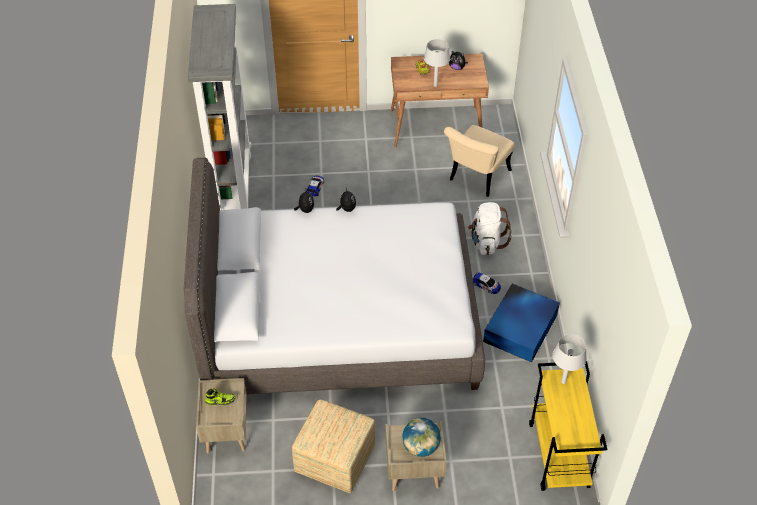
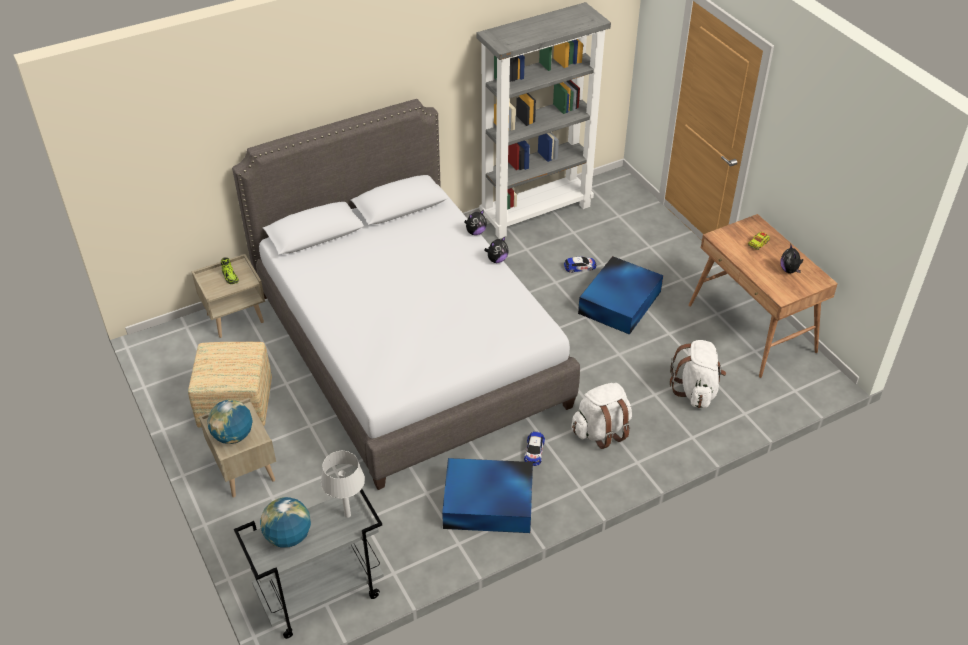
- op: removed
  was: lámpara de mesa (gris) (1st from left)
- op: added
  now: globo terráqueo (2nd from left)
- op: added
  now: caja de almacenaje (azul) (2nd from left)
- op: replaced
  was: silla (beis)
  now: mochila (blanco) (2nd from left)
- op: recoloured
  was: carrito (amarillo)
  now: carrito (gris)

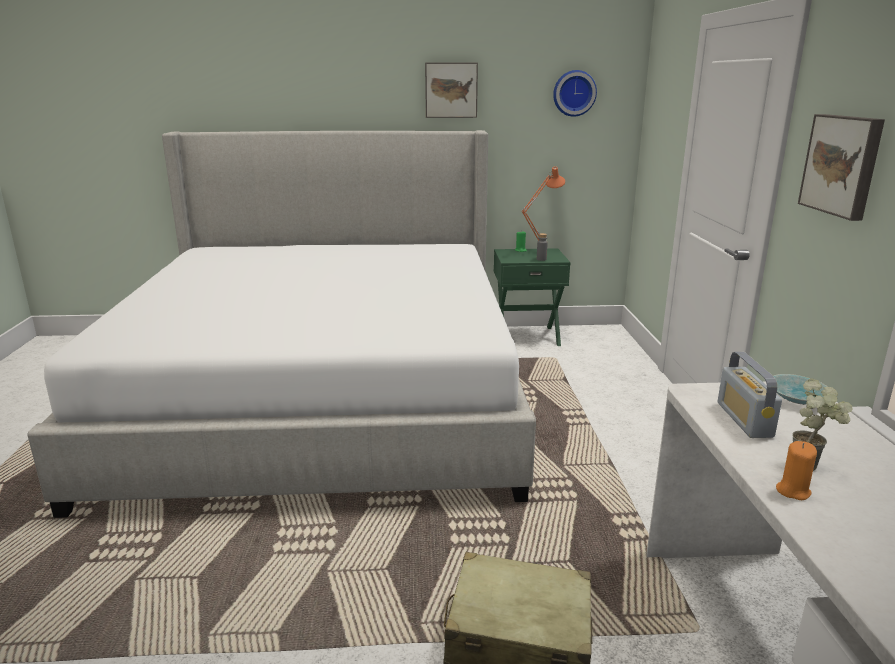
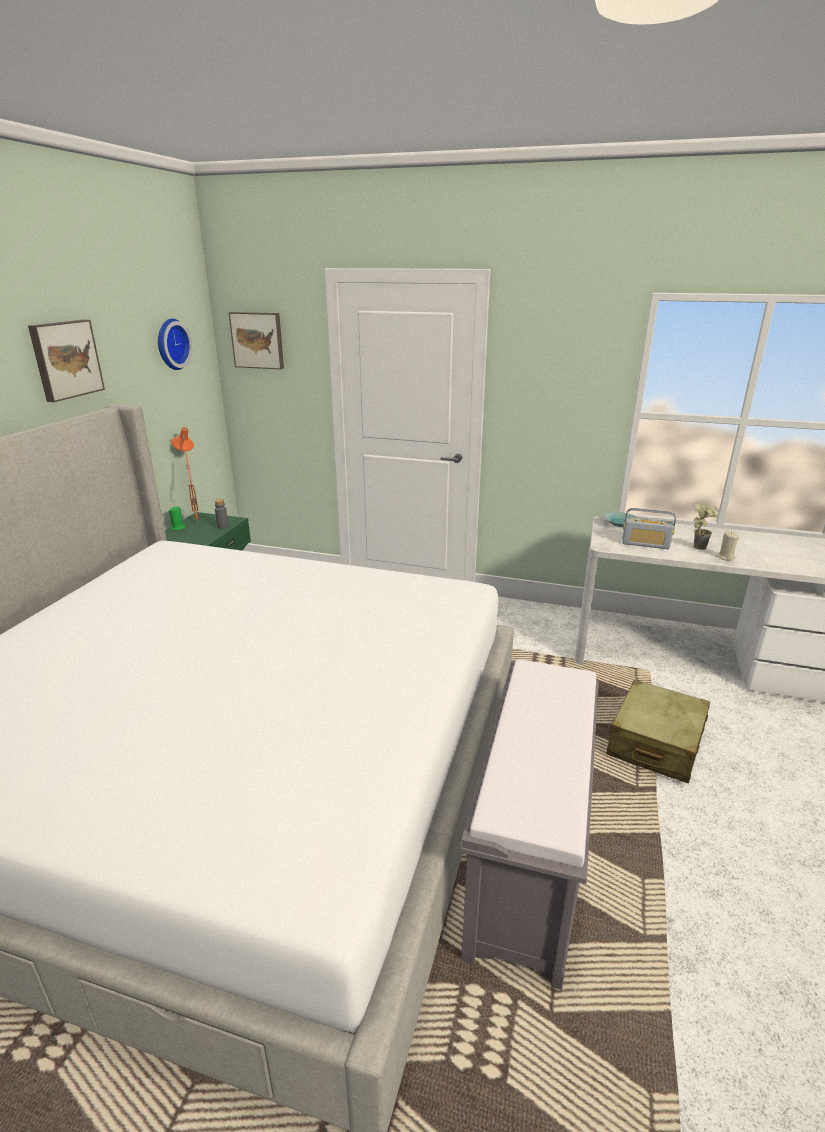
- op: added
  now: banco (gris)
- op: moved
  was: cuadro (2nd from left)
- op: recoloured
  was: vela (naranja)
  now: vela (beis)

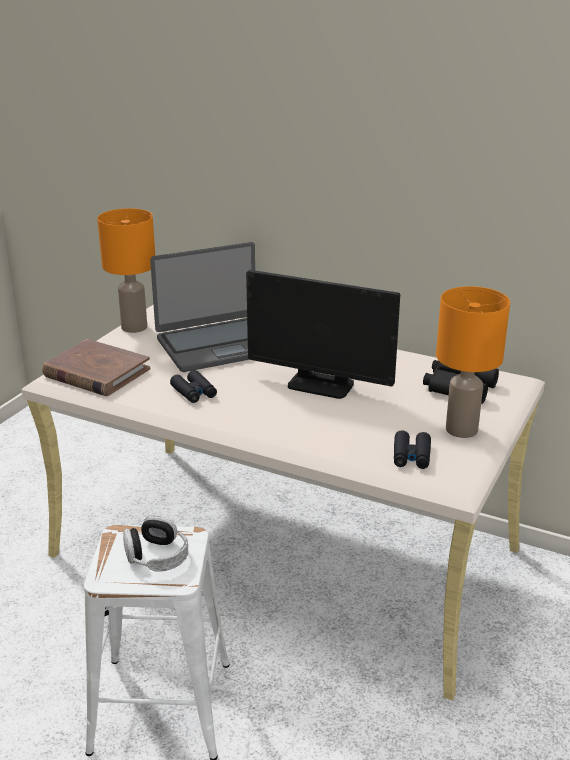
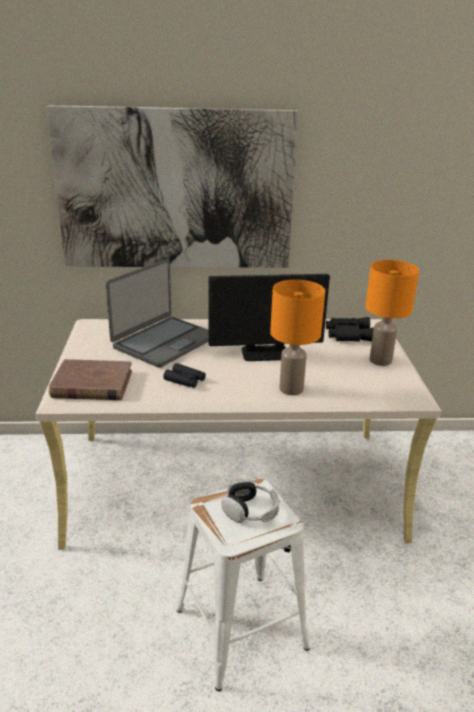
- op: removed
  was: prismáticos (negro) (2nd from left)
- op: added
  now: cuadro
- op: moved
  was: lámpara de mesa (naranja) (1st from left)

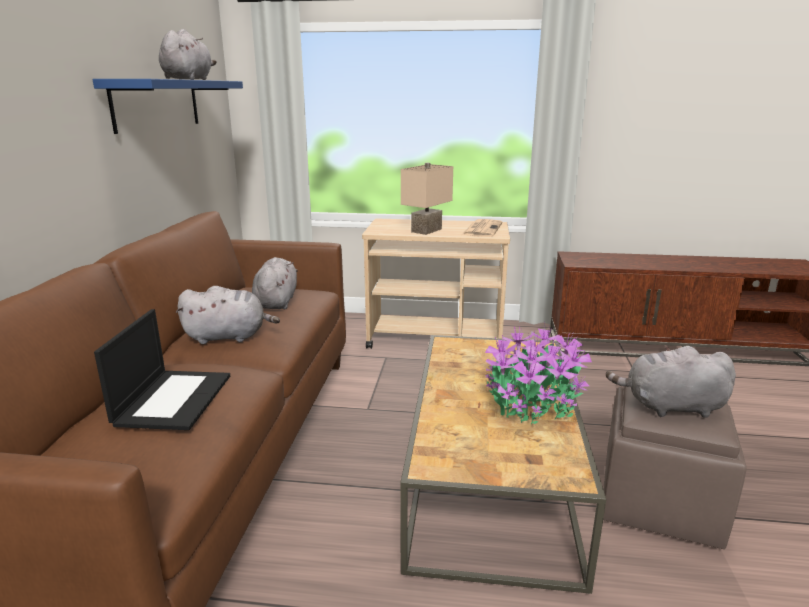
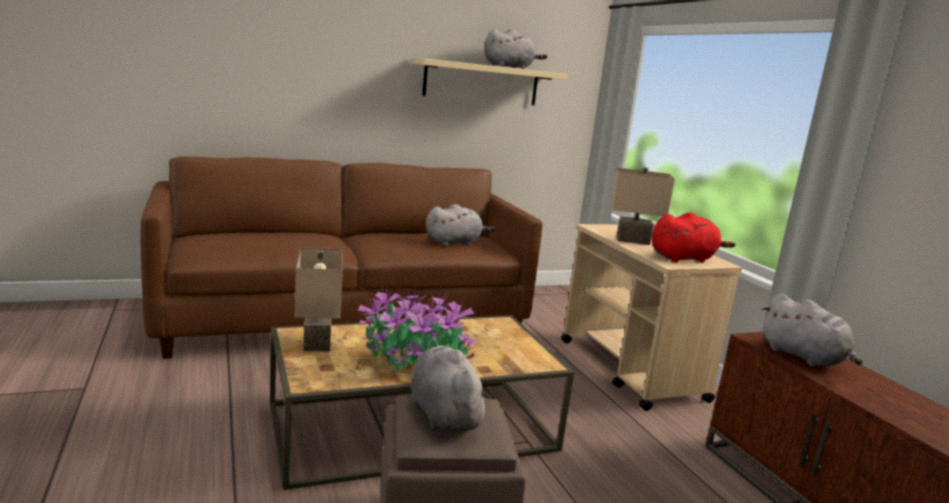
- op: removed
  was: portátil
- op: added
  now: lámpara de mesa (beis) (1st from left)
- op: moved
  was: peluche (gris) (2nd from left in the first image)
  now: peluche (gris) (4th from left)
- op: replaced
  was: periódico
  now: peluche (rojo)
- op: recoloured
  was: estante (azul)
  now: estante (beis)

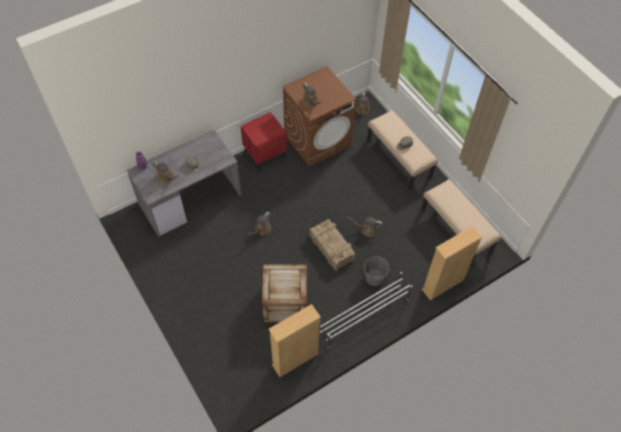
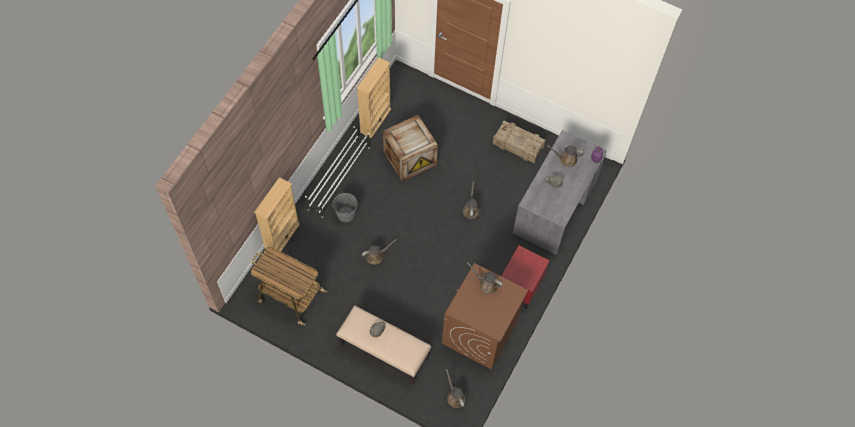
- op: moved
  was: caja de embalaje (2nd from left)
- op: replaced
  was: banco (beis) (2nd from left)
  now: carrito

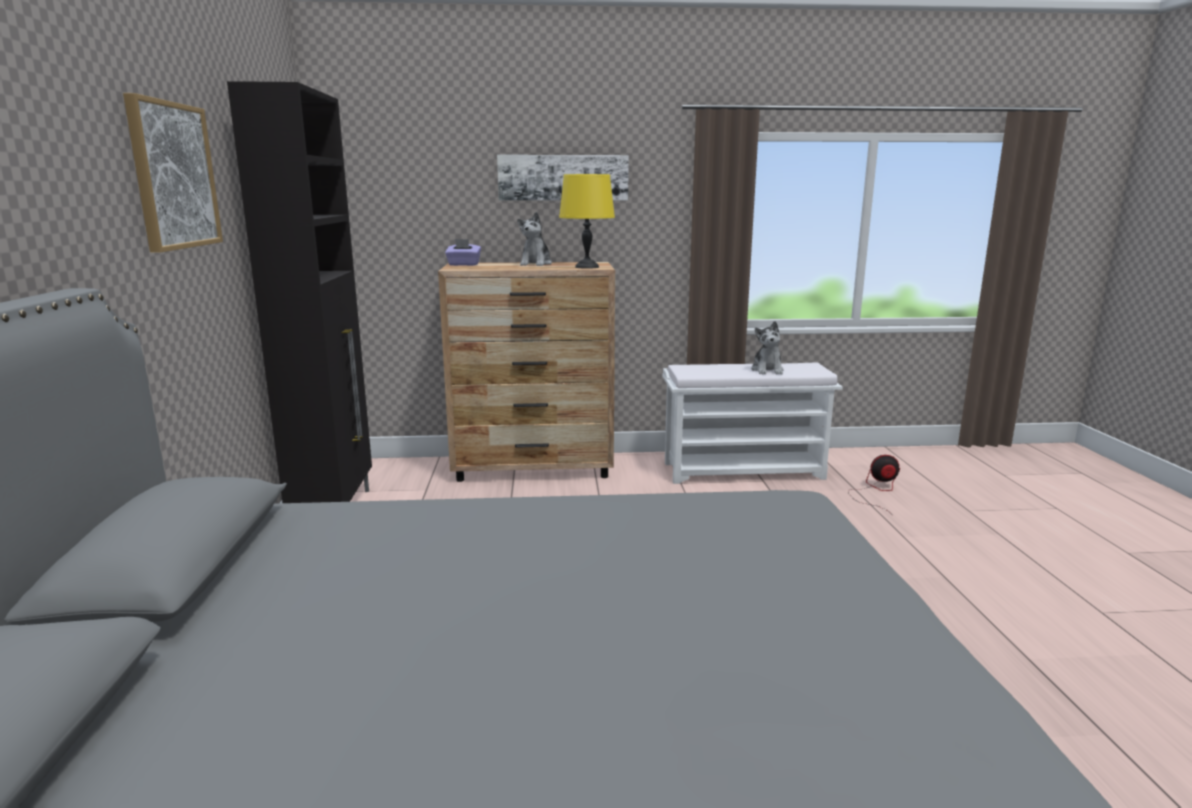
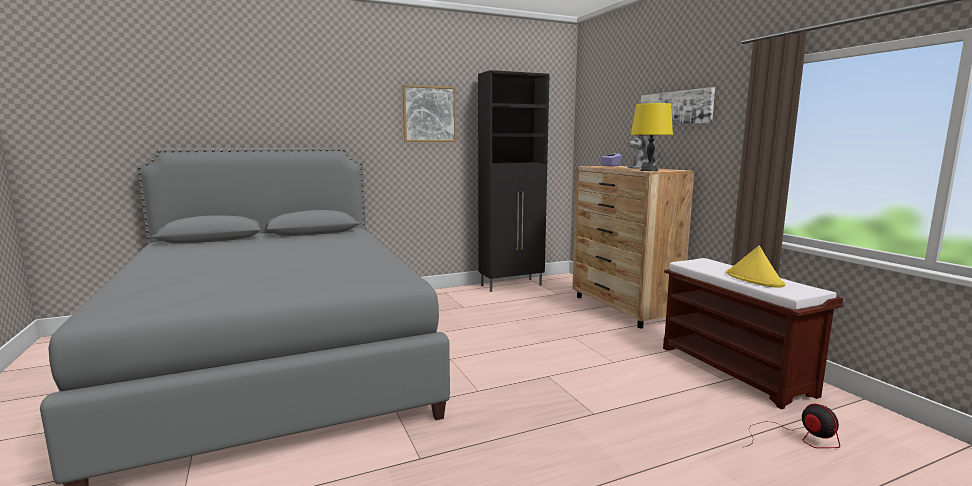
- op: replaced
  was: peluche (2nd from left)
  now: sombrero (amarillo)
- op: recoloured
  was: banco (blanco)
  now: banco (marrón)

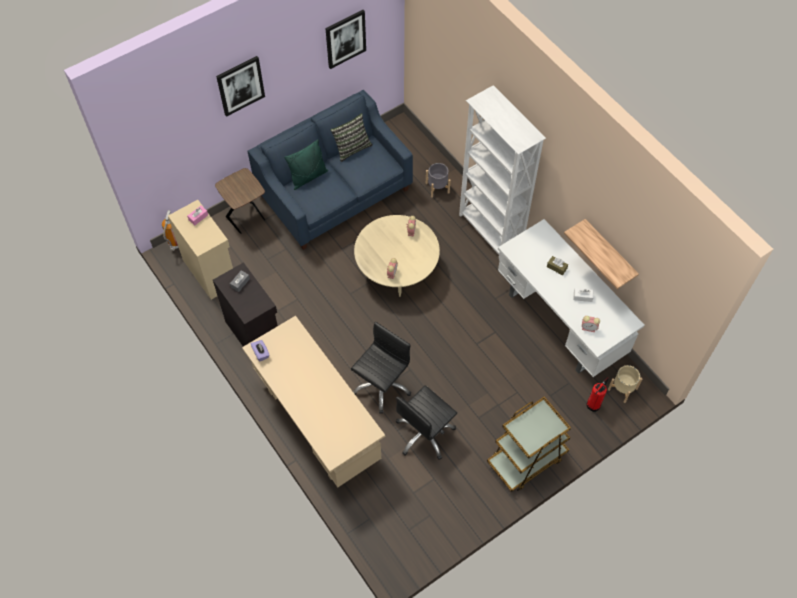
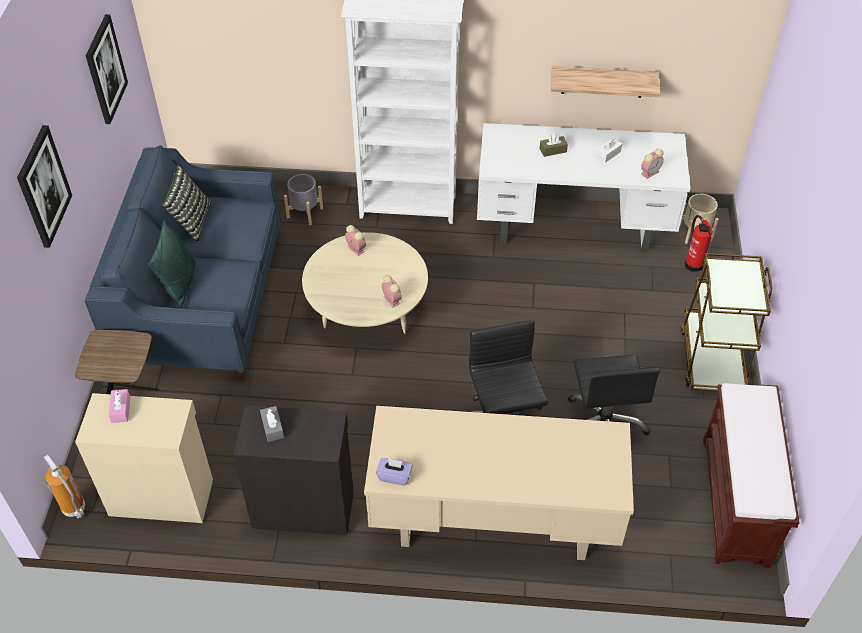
- op: added
  now: banco (marrón)

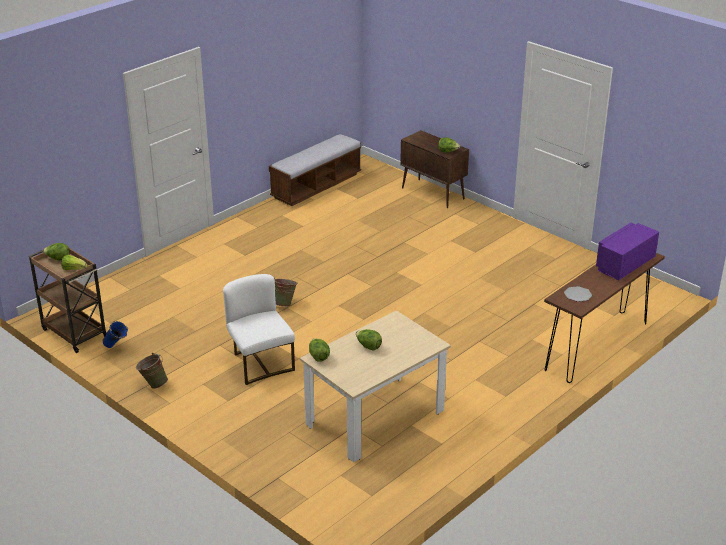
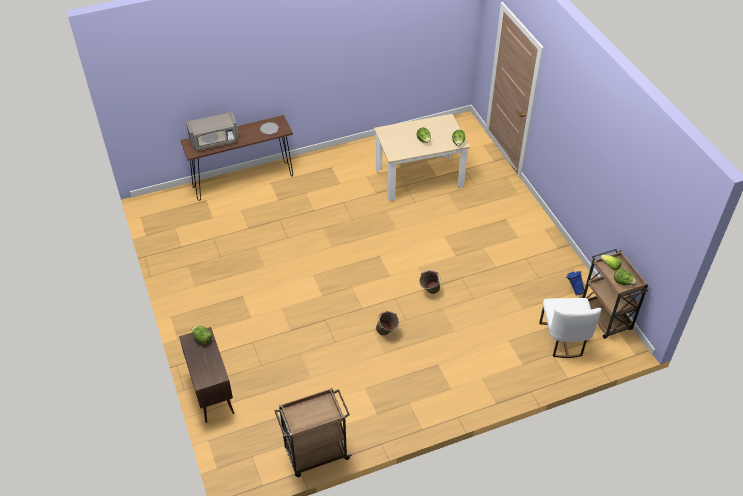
- op: moved
  was: cubo (verde) (1st from left)
- op: moved
  was: silla (blanco)
- op: replaced
  was: banco
  now: carrito (marrón) (1st from left)
- op: recoloured
  was: microondas (morado)
  now: microondas (gris)

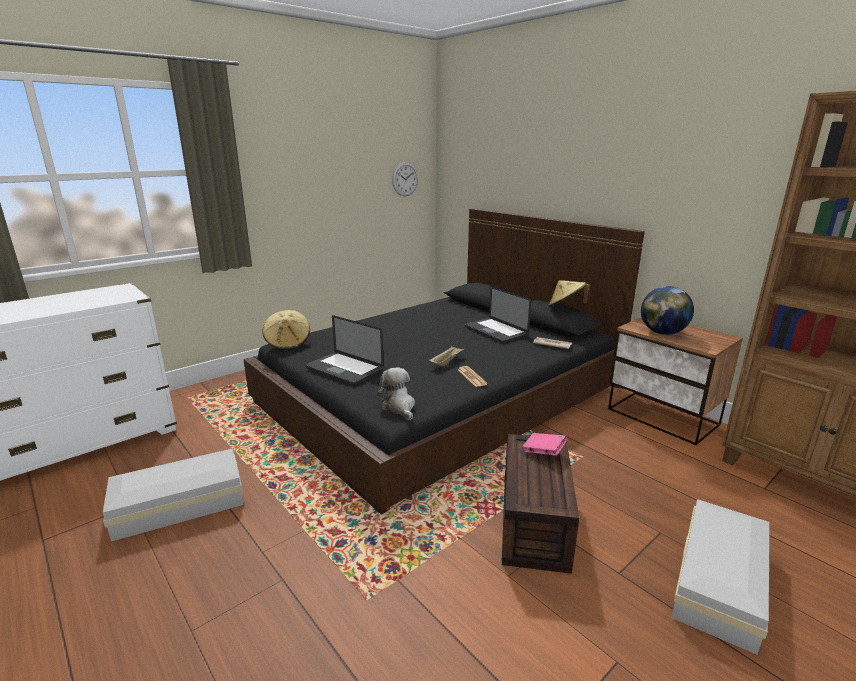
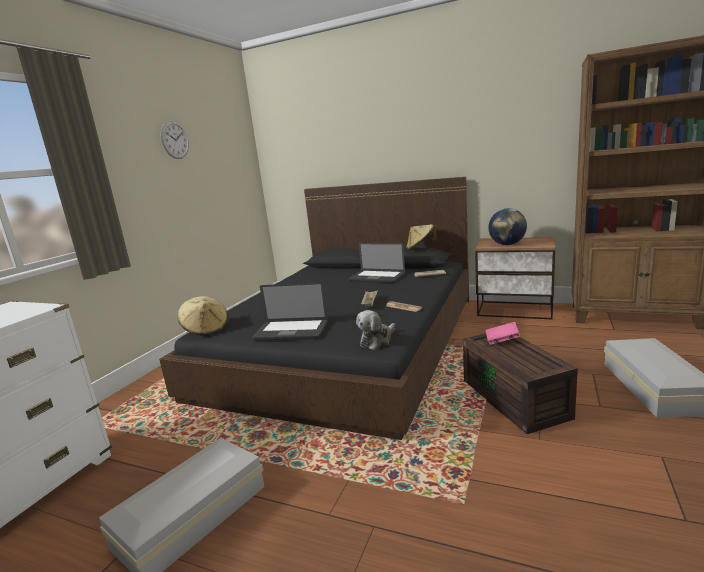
- op: moved
  was: reloj de pared
- op: turned
  was: peluche
  clockwise: -90

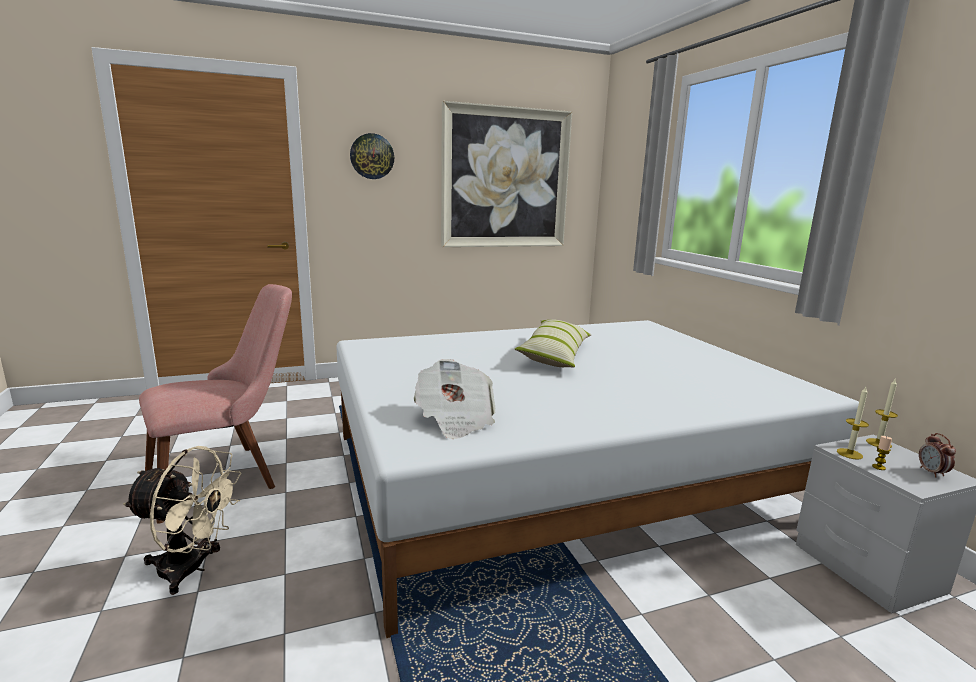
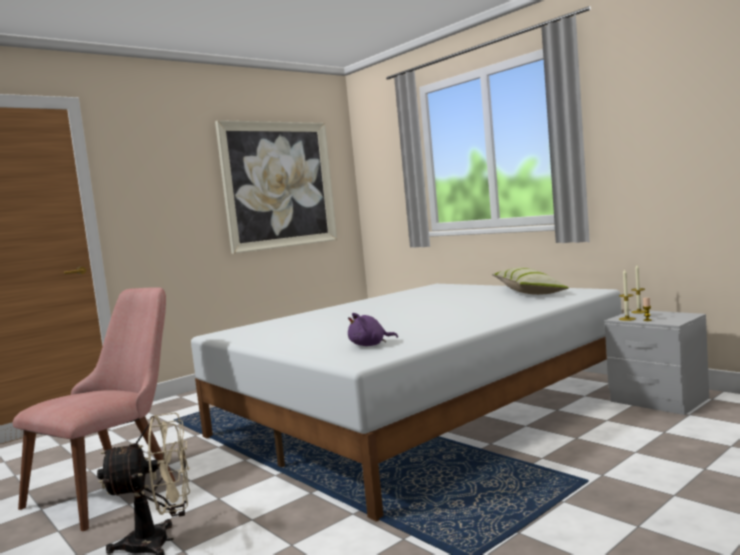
- op: removed
  was: reloj de pared
- op: removed
  was: despertador
- op: moved
  was: cojín
- op: replaced
  was: periódico
  now: peluche (morado)

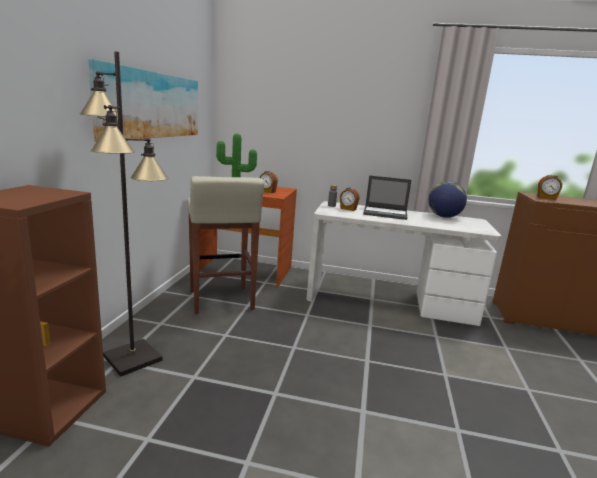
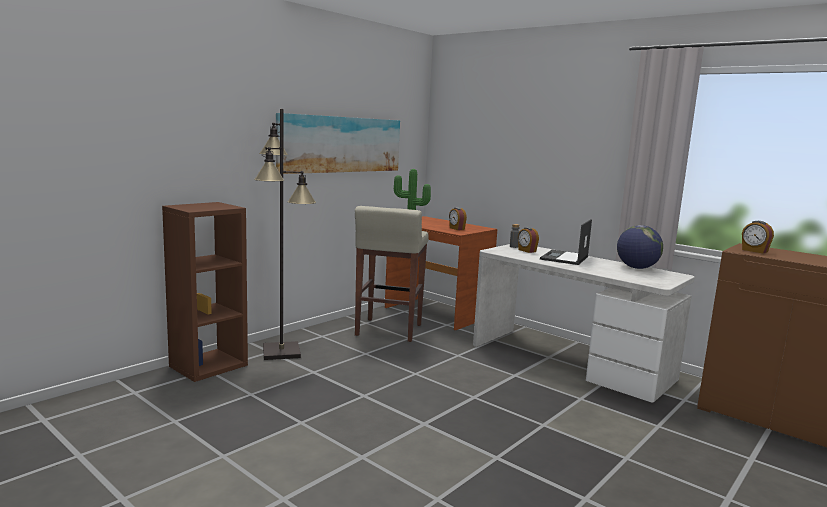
- op: turned
  was: portátil
  clockwise: 75

